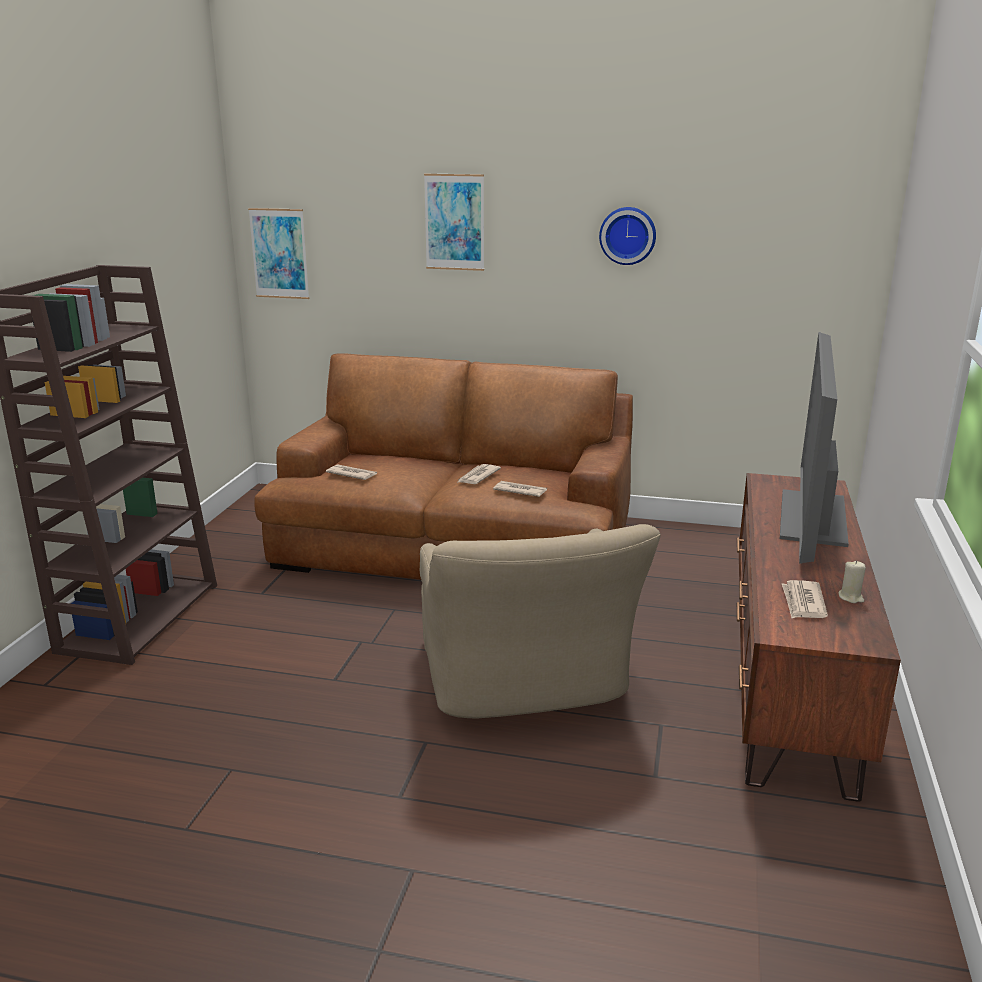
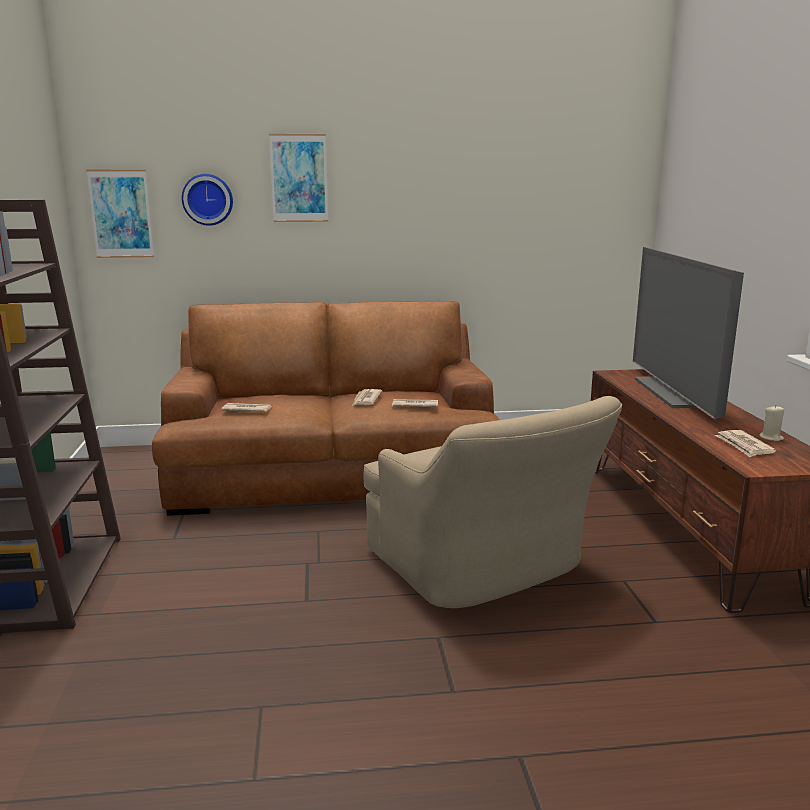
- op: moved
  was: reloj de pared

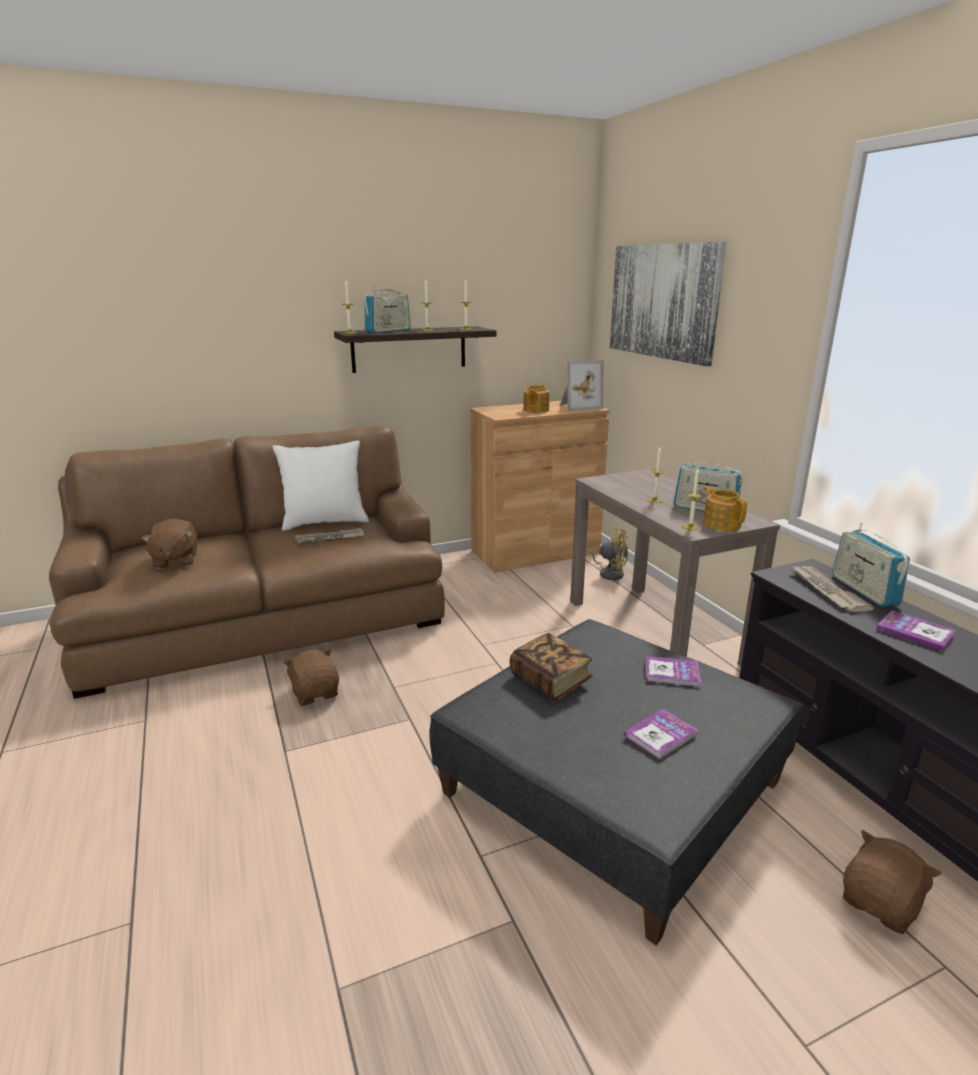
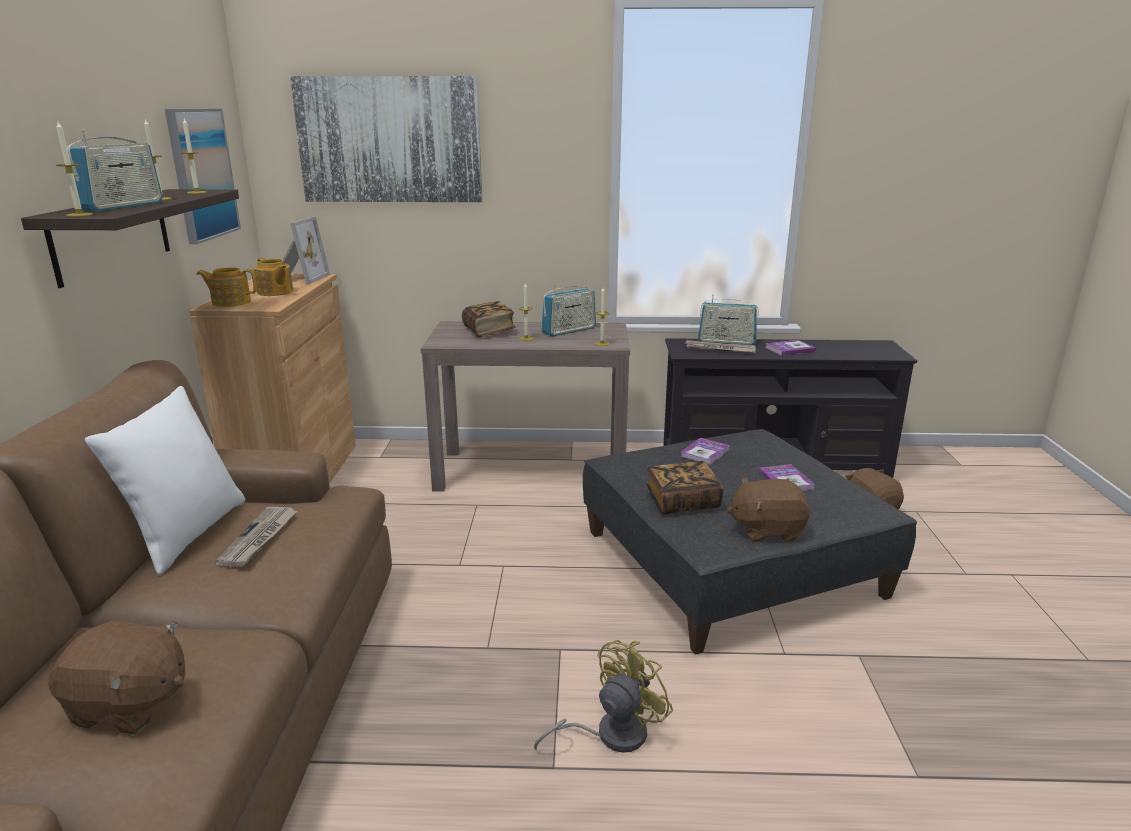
- op: added
  now: cuadro (1st from left)
- op: added
  now: libro (1st from left)
- op: moved
  was: peluche (marrón) (2nd from left)
- op: moved
  was: ventilador (amarillo)
- op: moved
  was: tetera (2nd from left in the first image)
  now: tetera (1st from left)
- op: turned
  was: radio (1st from left)
  clockwise: 45

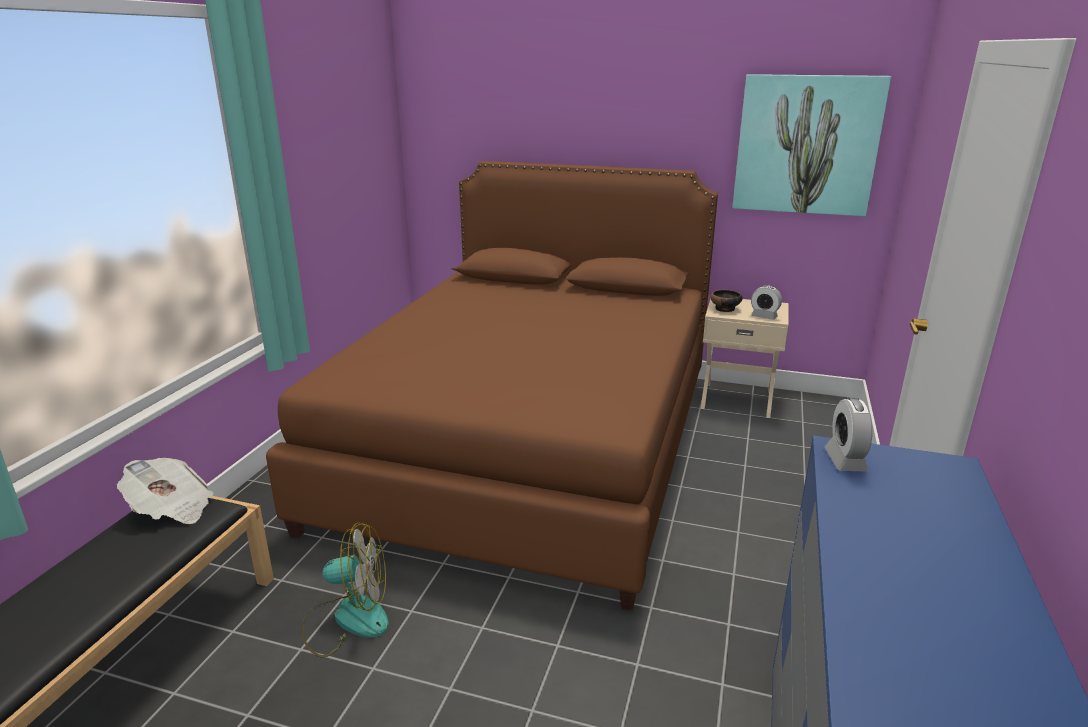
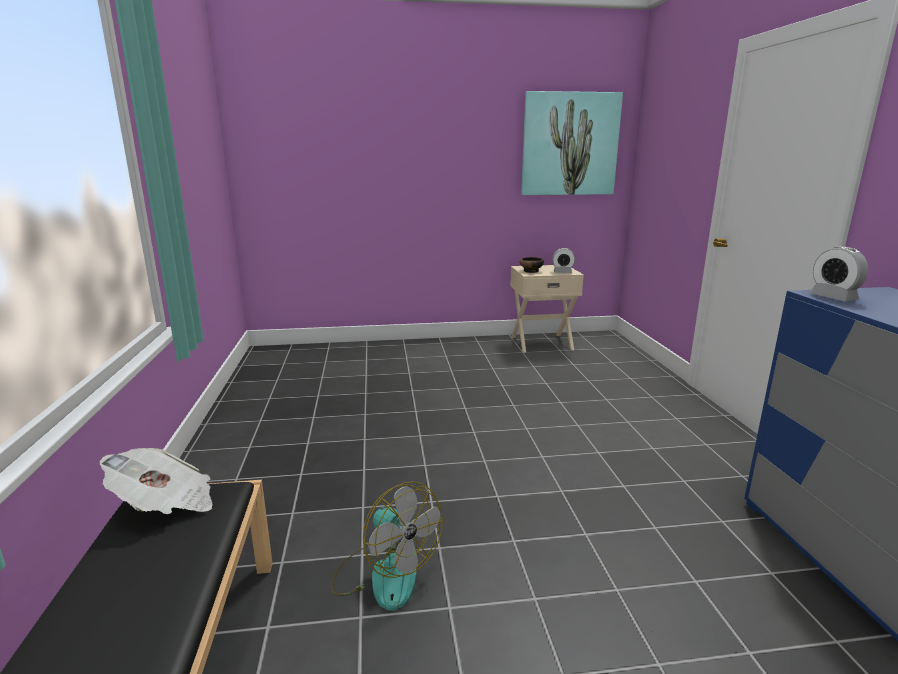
- op: removed
  was: cama (marrón)
- op: turned
  was: ventilador
  clockwise: 75

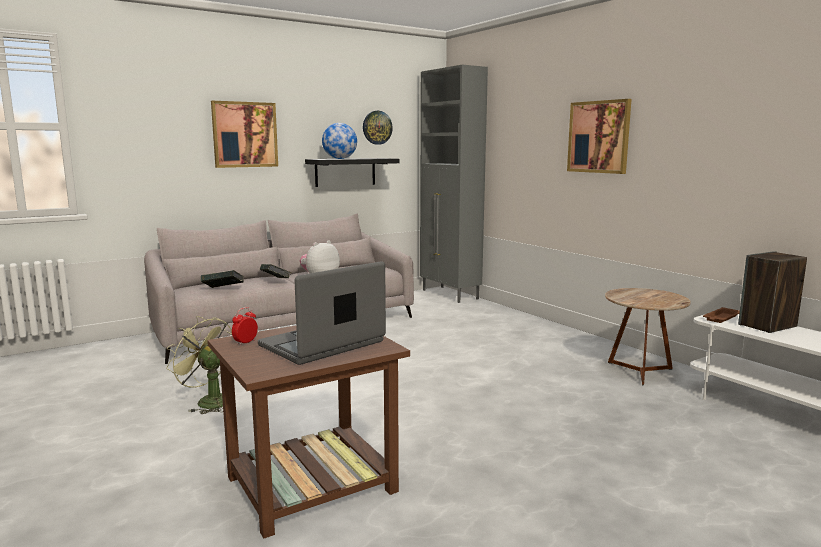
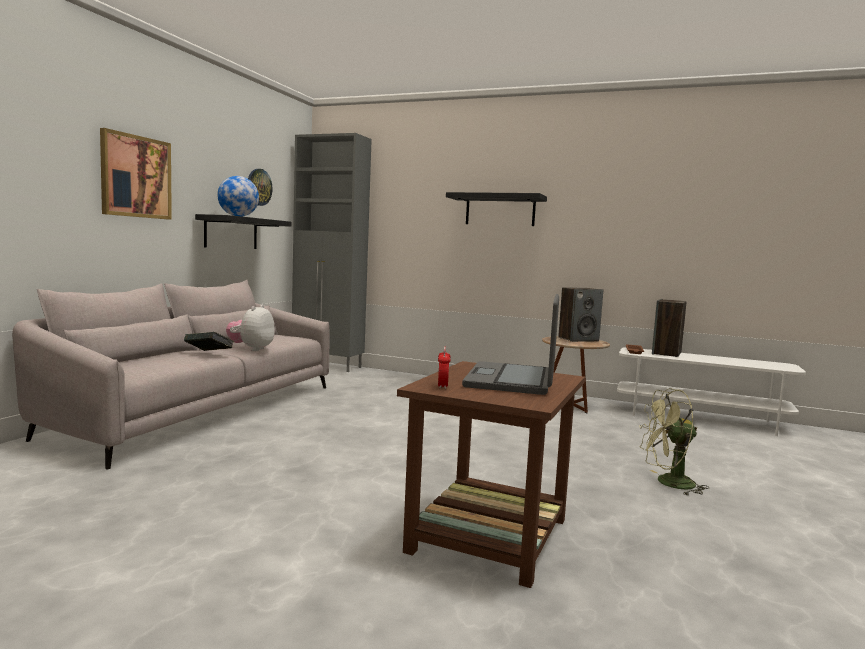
- op: removed
  was: libro (1st from left)
- op: added
  now: altavoz (1st from left)
- op: moved
  was: ventilador (verde)
- op: replaced
  was: cuadro (2nd from left)
  now: estante (negro) (2nd from left)

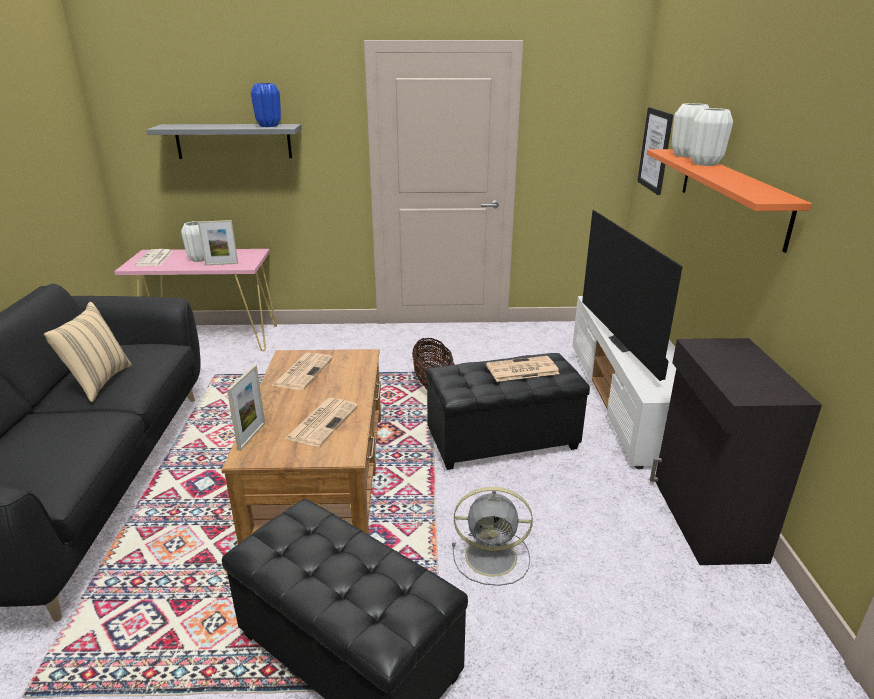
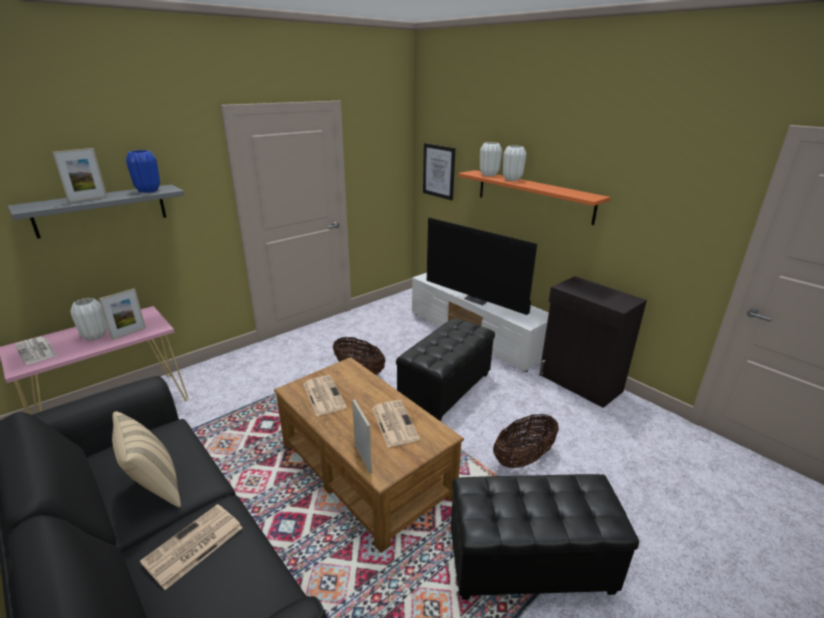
- op: added
  now: portarretratos (1st from left)
- op: moved
  was: periódico (4th from left in the first image)
  now: periódico (2nd from left)
- op: replaced
  was: ventilador (gris)
  now: cesta (2nd from left)

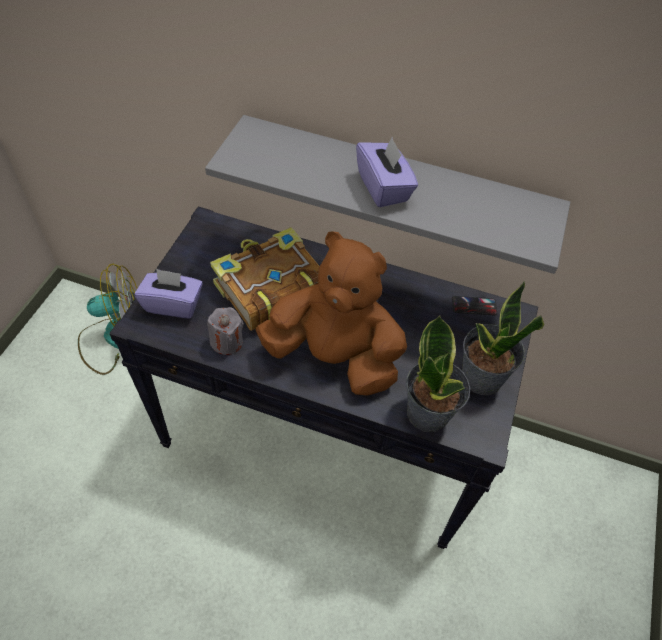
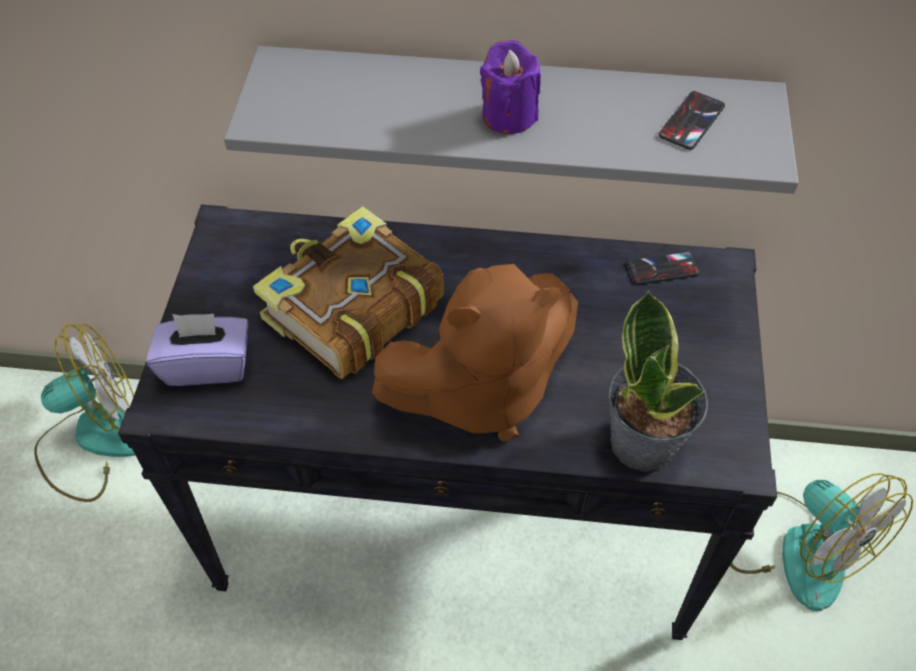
- op: removed
  was: vela (gris)
- op: removed
  was: planta en maceta (2nd from left)
- op: added
  now: móvil (2nd from left)
- op: added
  now: ventilador (2nd from left)
- op: replaced
  was: caja de pañuelos (morado) (2nd from left)
  now: vela (morado)
- op: turned
  was: peluche (marrón)
  clockwise: 150

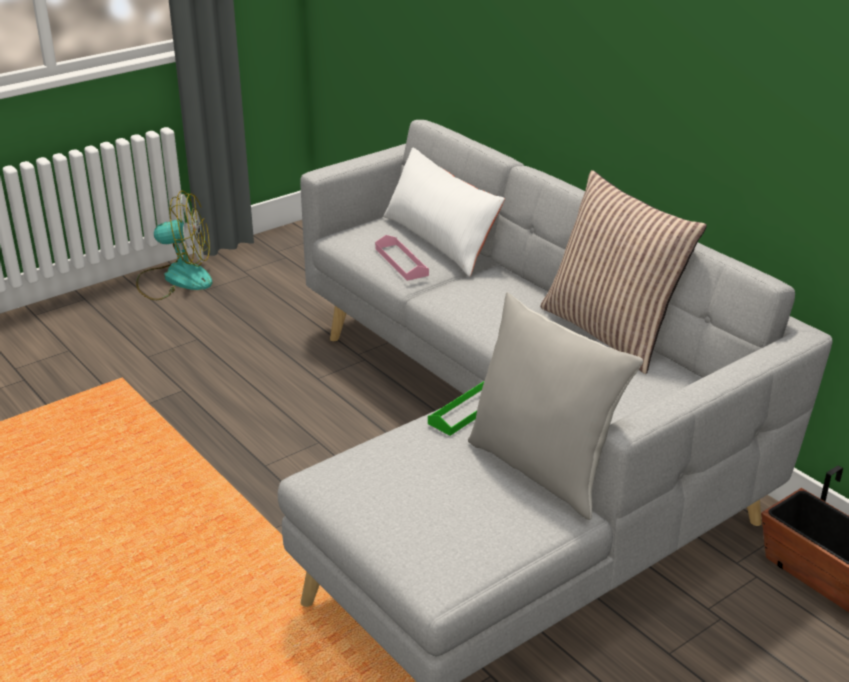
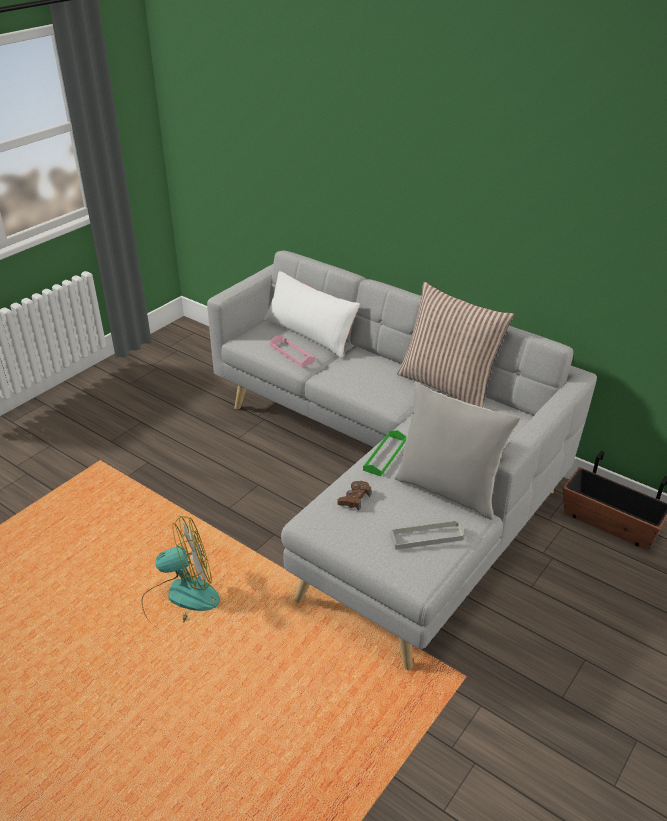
- op: added
  now: mando de consola (marrón)
- op: added
  now: bandeja (gris)
- op: moved
  was: ventilador

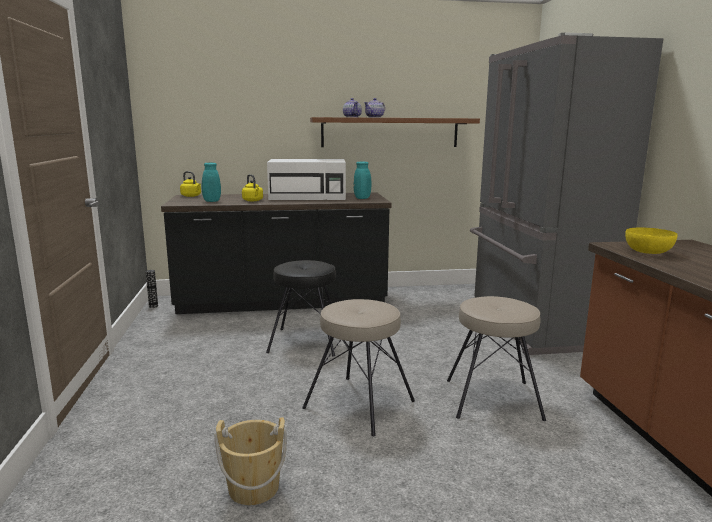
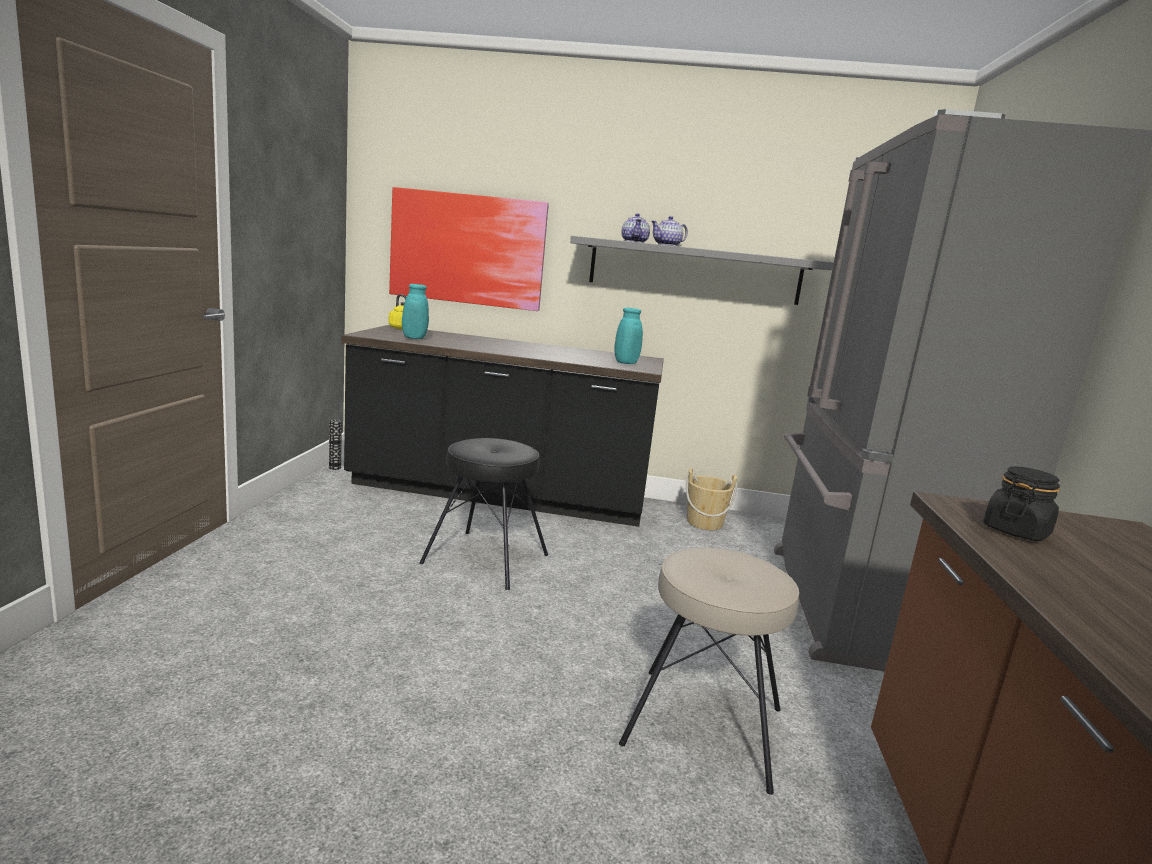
- op: removed
  was: hervidor (amarillo) (2nd from left)
- op: removed
  was: microondas (blanco)
- op: removed
  was: taburete (beis) (1st from left)
- op: added
  now: cuadro
- op: moved
  was: cubo (beis)
- op: replaced
  was: cuenco (amarillo)
  now: tarro (negro)
- op: recoloured
  was: estante (marrón)
  now: estante (gris)

